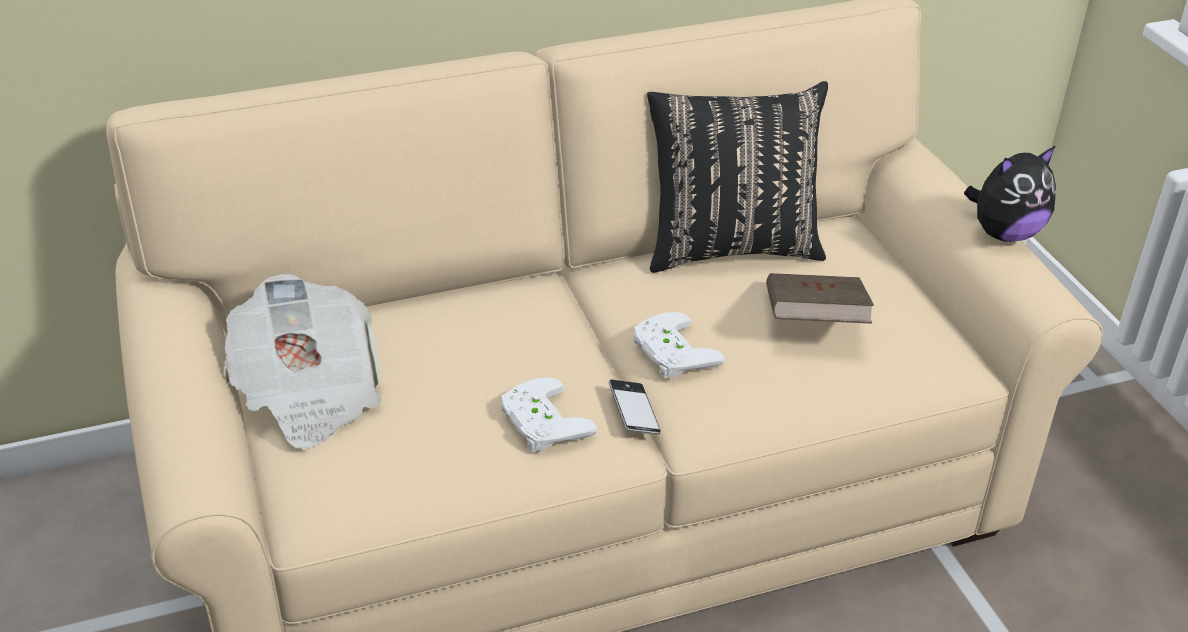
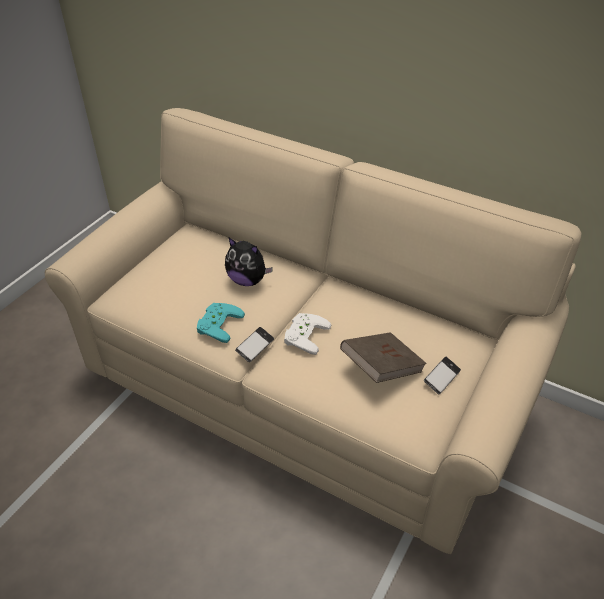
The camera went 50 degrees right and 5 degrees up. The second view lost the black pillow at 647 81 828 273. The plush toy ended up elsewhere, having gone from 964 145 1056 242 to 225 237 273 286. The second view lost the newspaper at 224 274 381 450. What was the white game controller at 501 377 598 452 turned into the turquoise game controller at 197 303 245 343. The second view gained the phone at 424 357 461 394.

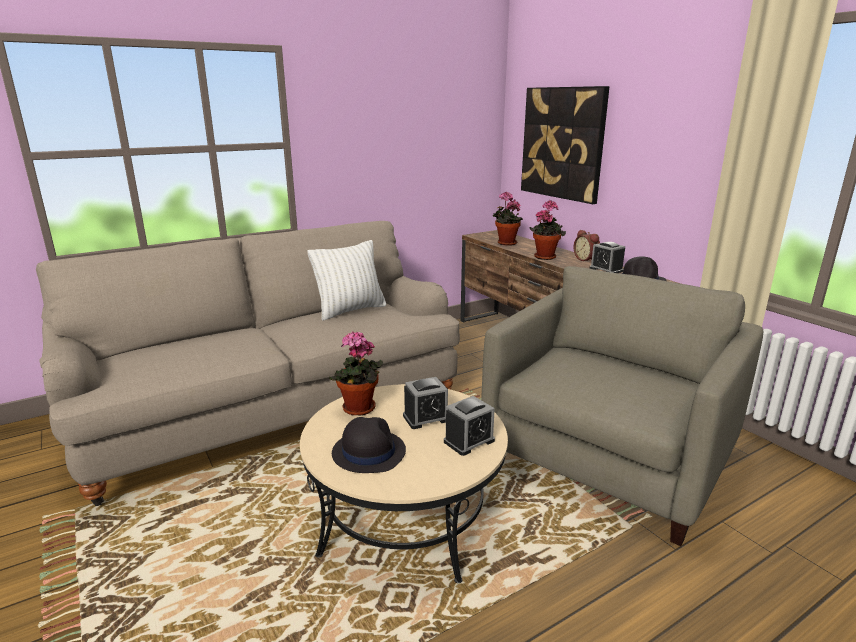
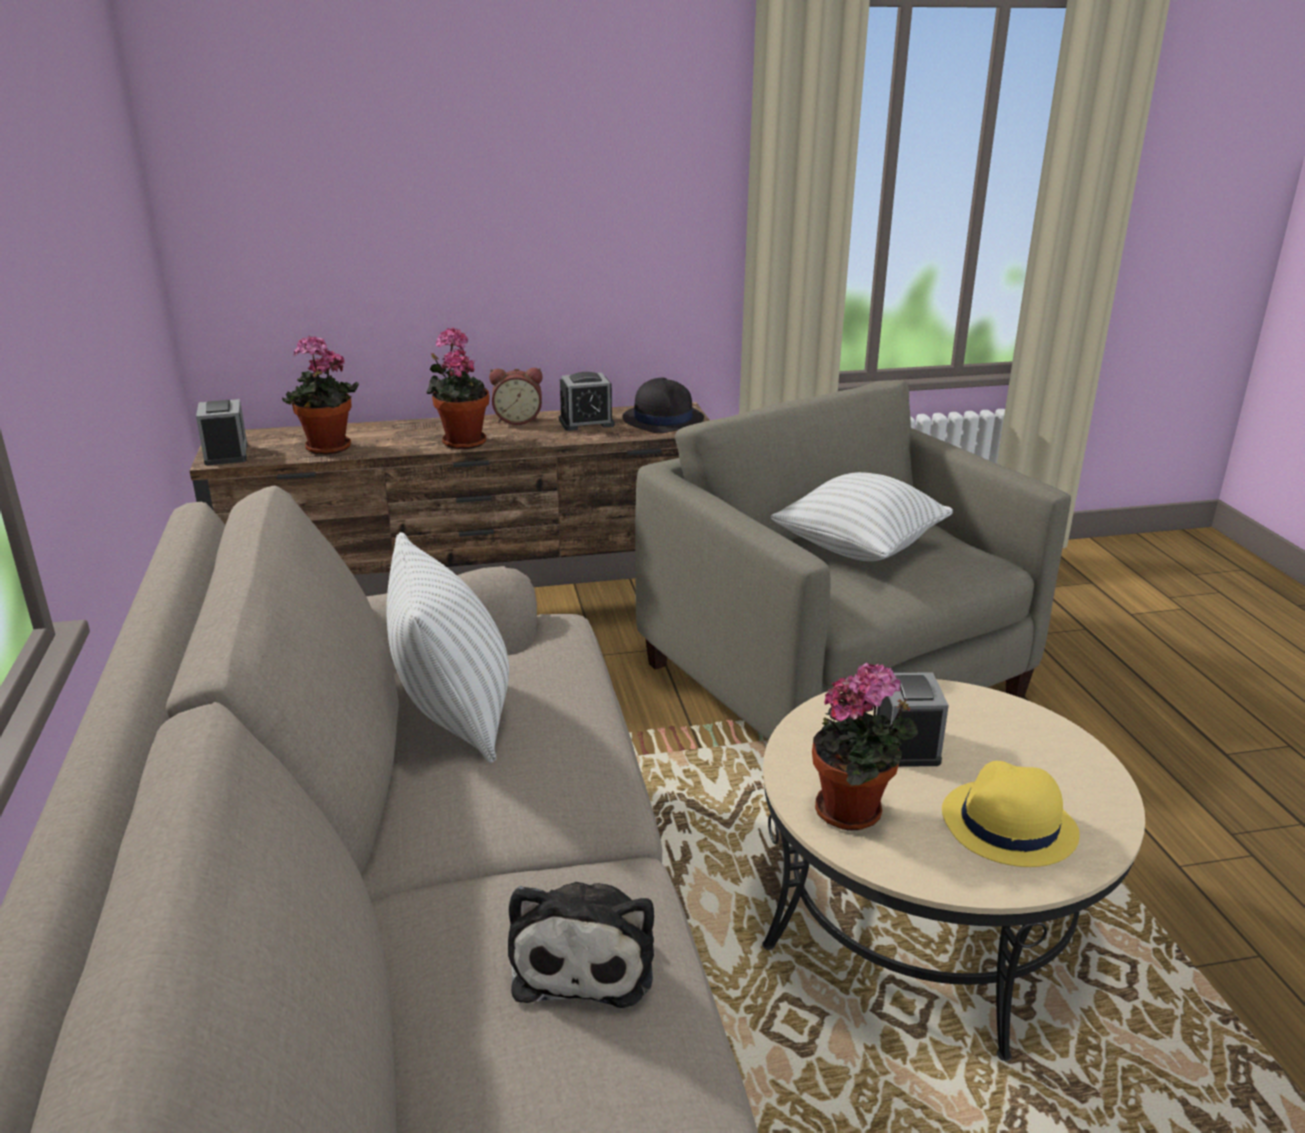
The camera went 70 degrees left and 5 degrees up. The second view lost the picture at 521 86 610 204. The alarm clock ended up elsewhere, having gone from 444 396 495 456 to 196 399 248 465. What was the black hat at 332 417 406 473 turned into the yellow hat at 942 761 1080 867. The second view gained the white pillow at 771 472 953 561. The second view gained the plush toy at 508 882 654 1008.

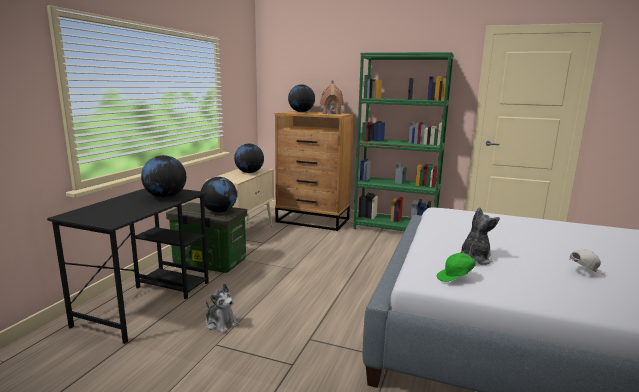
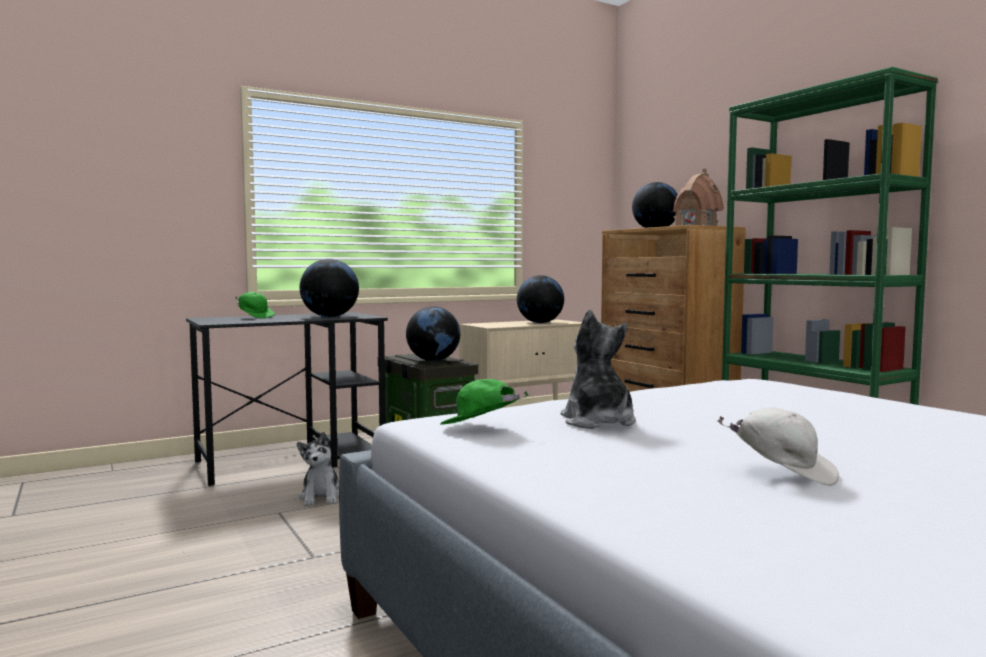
The camera went 40 degrees right and 10 degrees down. The plush toy at 460 207 500 265 ended up facing another way, 90 degrees counterclockwise from before. The second view gained the green cap at 235 292 275 318.

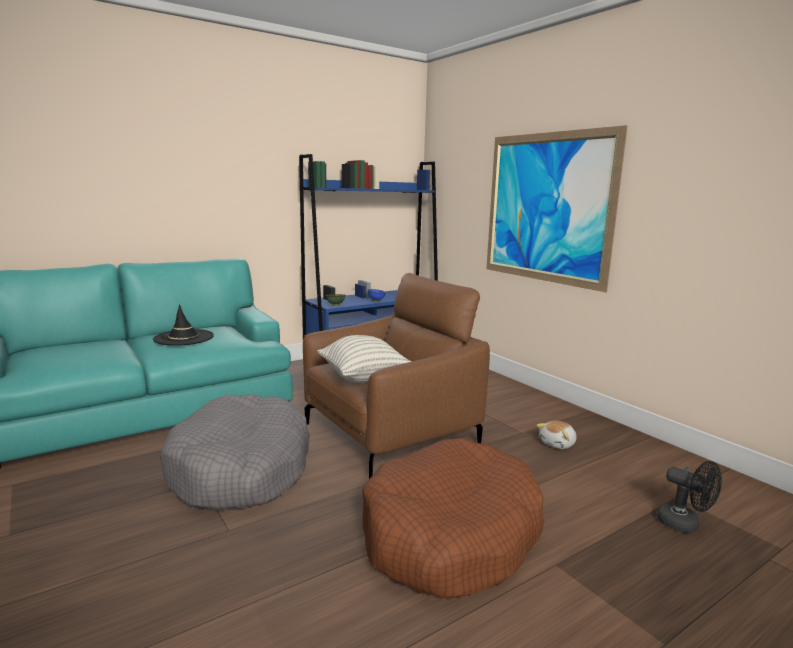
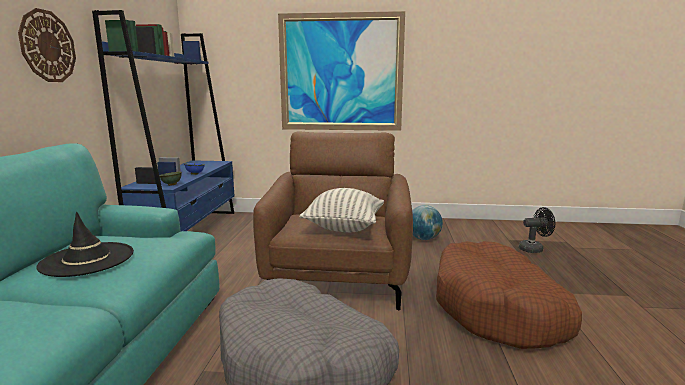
The camera went 50 degrees left and 0 degrees up. Where the plush toy stood at 537 421 576 449, the globe came to stand at 412 205 443 240. The second view gained the wall clock at 18 8 76 82.

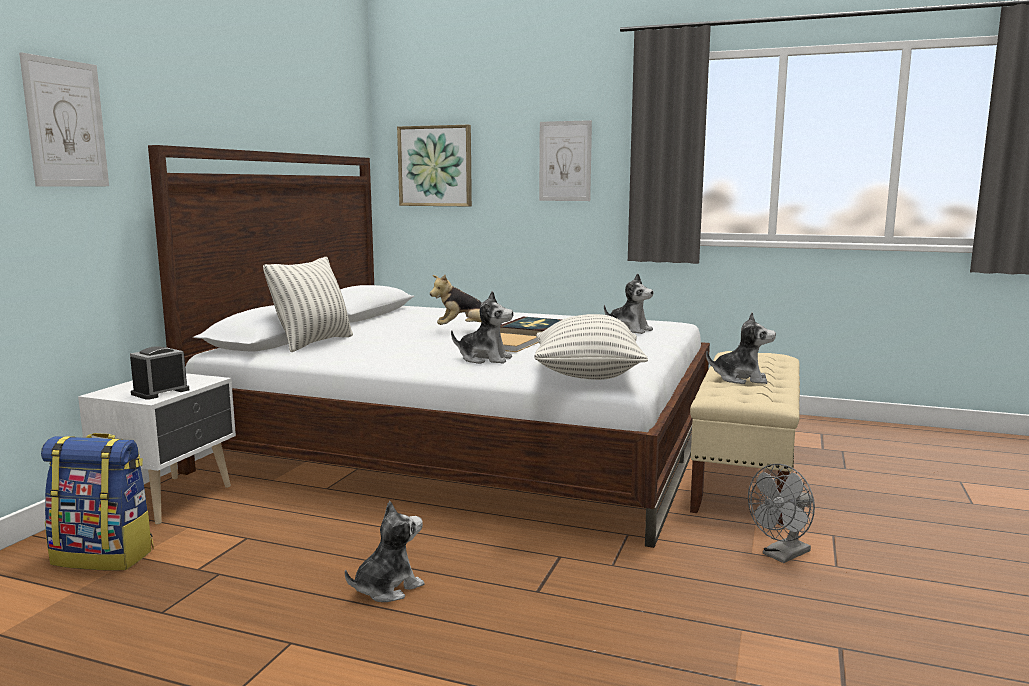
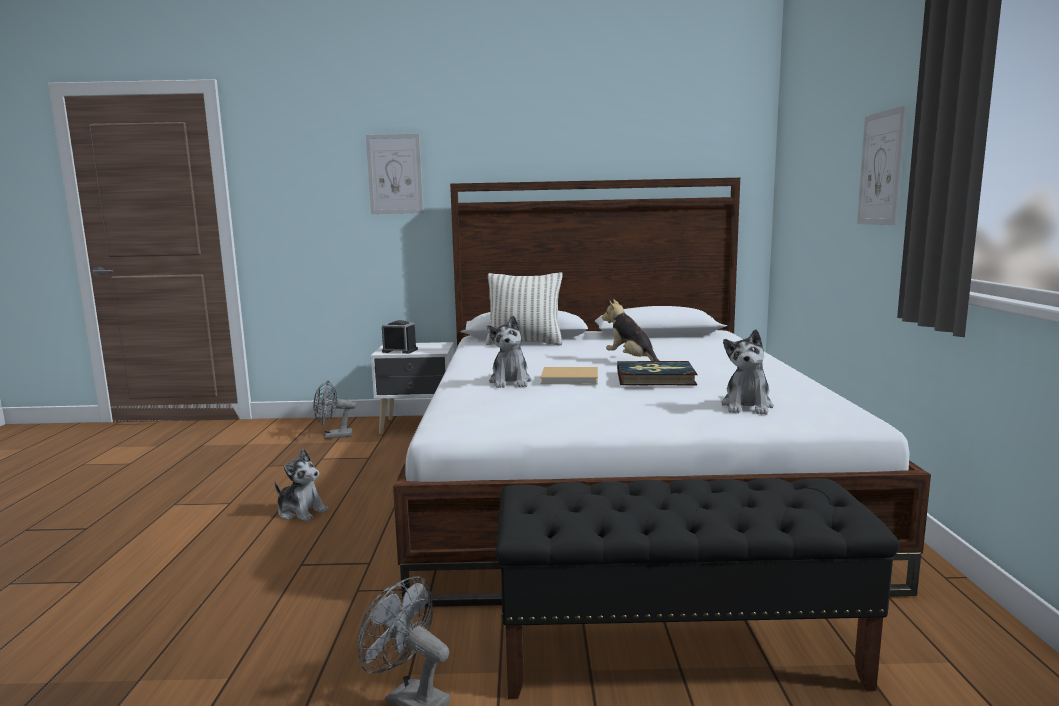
The camera went 70 degrees right and 0 degrees up. The second view lost the picture at 397 125 472 206. The second view lost the plush toy at 706 312 776 384. The second view lost the pillow at 534 314 648 380. What was the beige bench at 690 351 800 525 turned into the black bench at 496 478 899 699. Where the backpack stood at 41 433 154 571, the grey fan came to stand at 313 380 356 439.

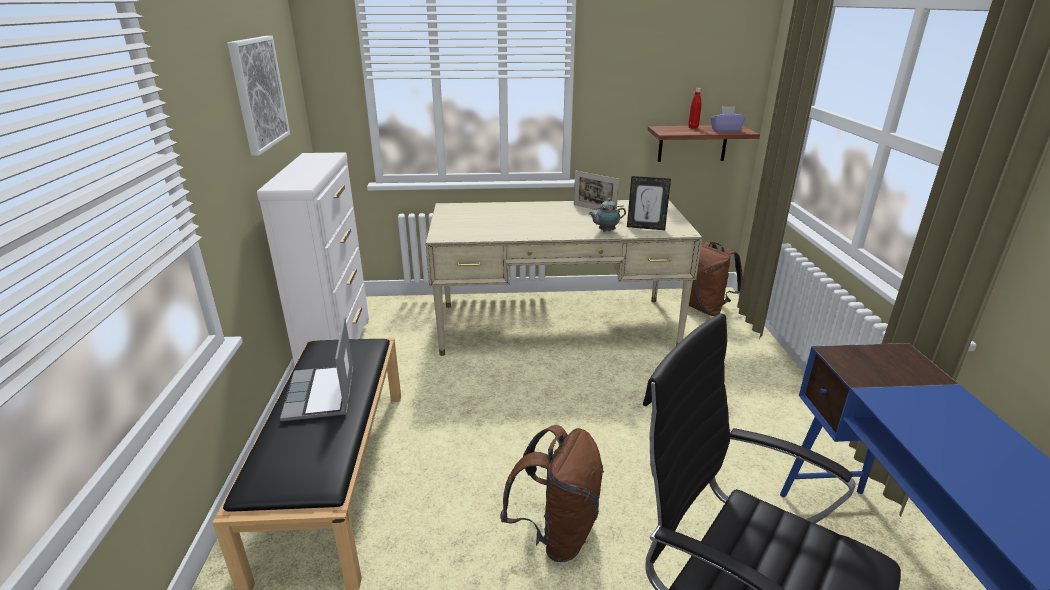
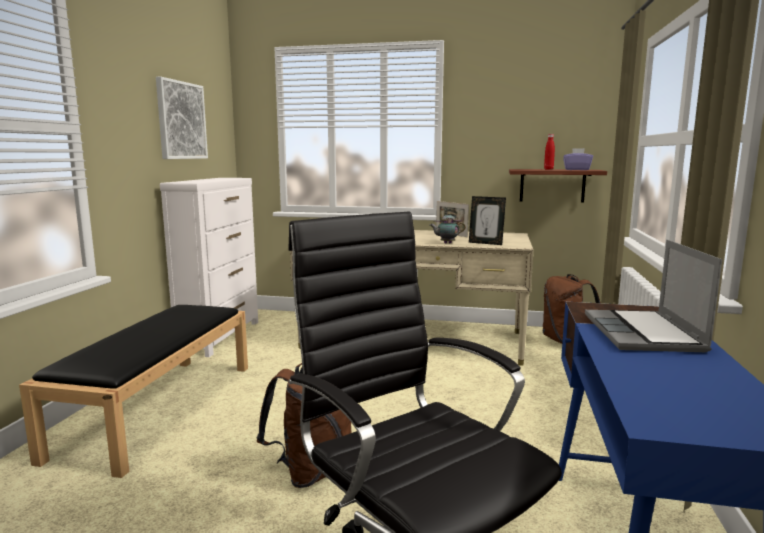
The camera went 15 degrees right and 15 degrees down. The laptop ended up elsewhere, having gone from 280 317 354 421 to 585 240 722 352.

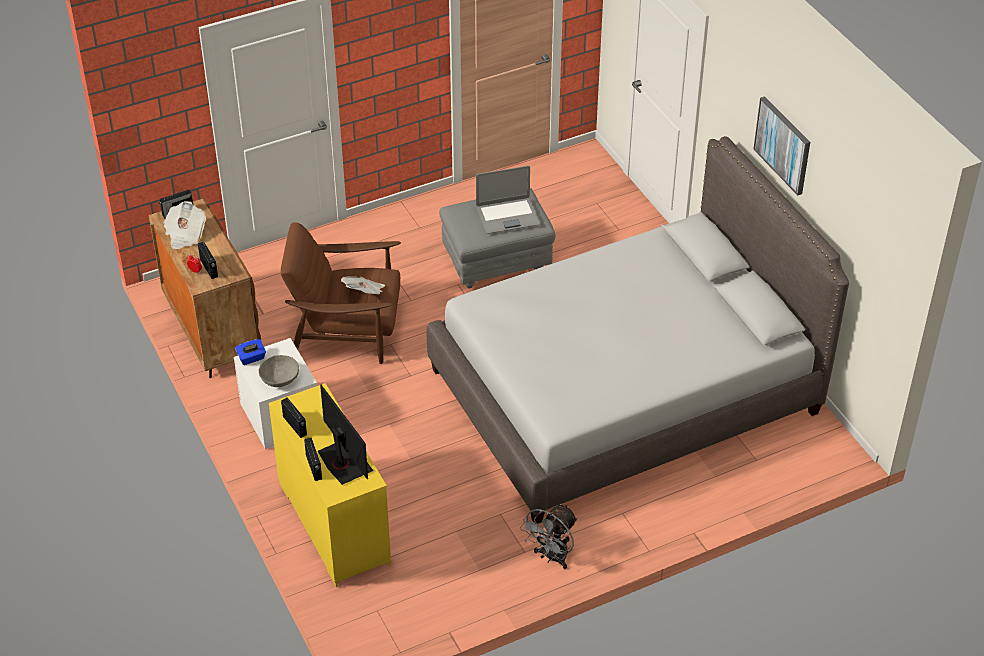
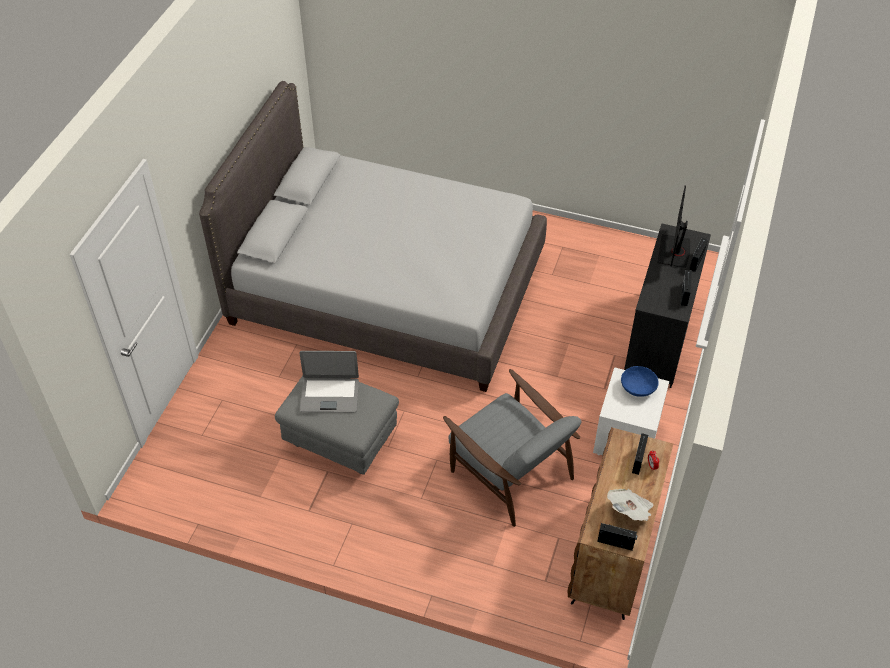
The camera went 135 degrees left and 5 degrees up. The second view lost the picture at 753 96 810 196. The laptop at 476 166 540 234 ended up facing another way, 150 degrees clockwise from before. What was the brown armchair at 281 222 401 364 turned into the grey armchair at 443 369 582 527. The second view lost the newspaper at 341 277 385 294. The second view lost the blue tissue box at 235 339 266 365. What was the grey bowl at 259 355 299 387 turned into the blue bowl at 621 366 659 397. What was the yellow dresser at 269 383 391 587 turned into the black dresser at 624 224 711 388. The second view lost the grey fan at 520 504 577 569.

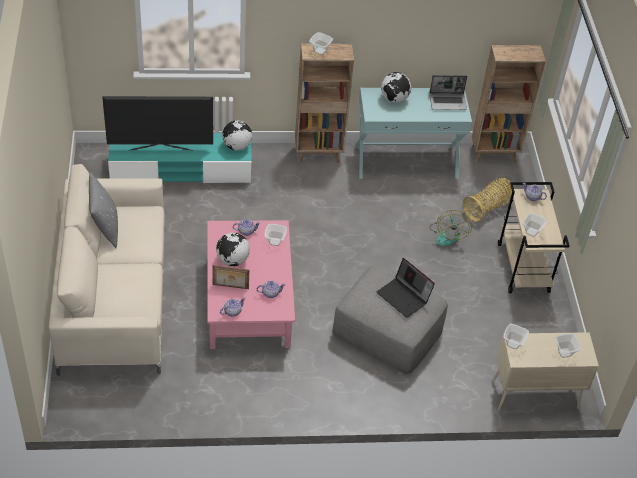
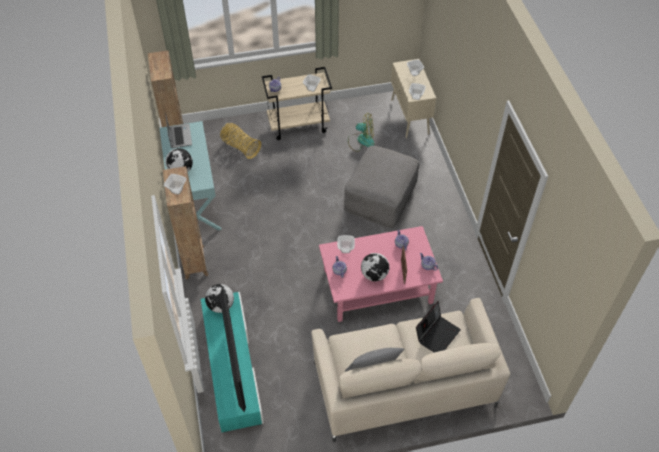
The camera went 95 degrees left and 5 degrees up. The fan ended up elsewhere, having gone from 429 210 472 246 to 348 113 374 152. The laptop ended up elsewhere, having gone from 377 258 435 318 to 416 301 461 353.

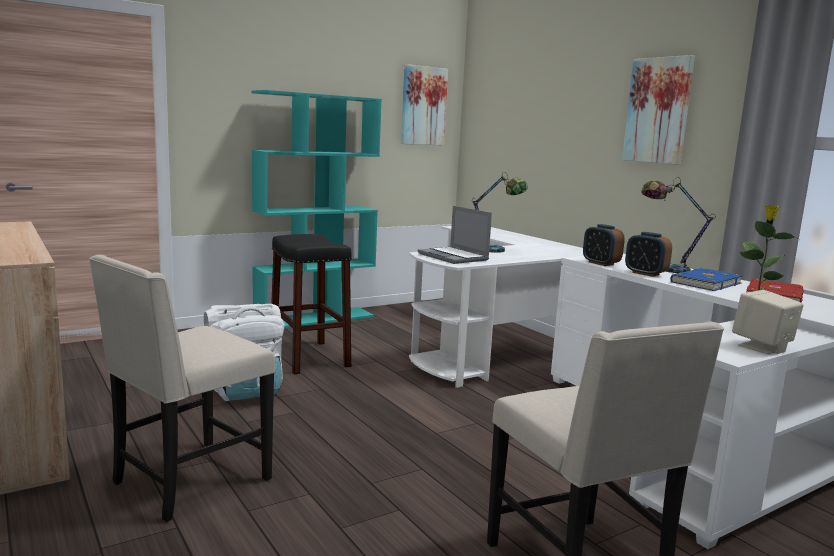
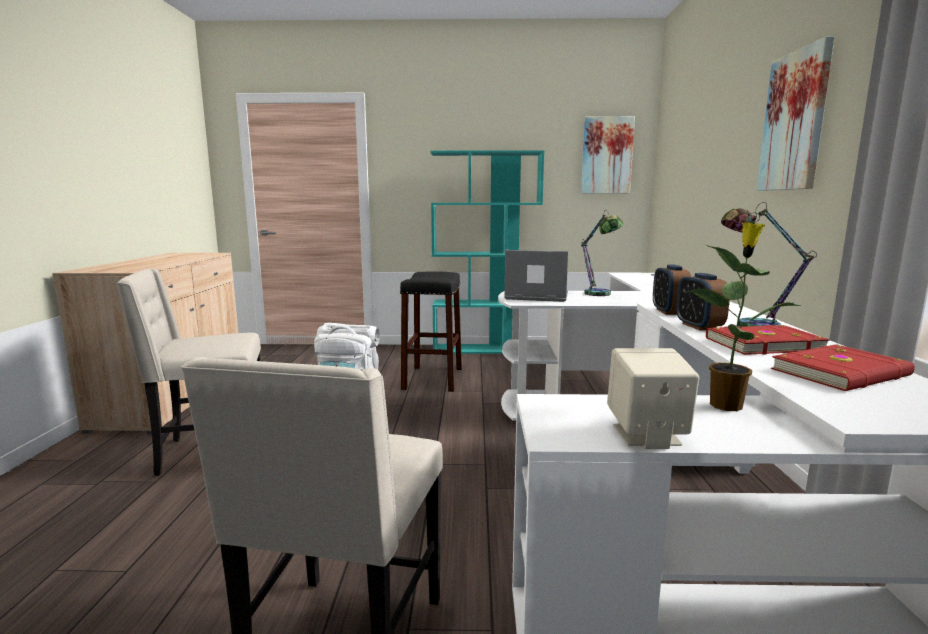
The camera went 35 degrees right and 0 degrees up. The laptop at 418 206 492 264 ended up facing another way, 105 degrees clockwise from before. What was the blue book at 670 268 742 291 turned into the red book at 706 325 830 355.

